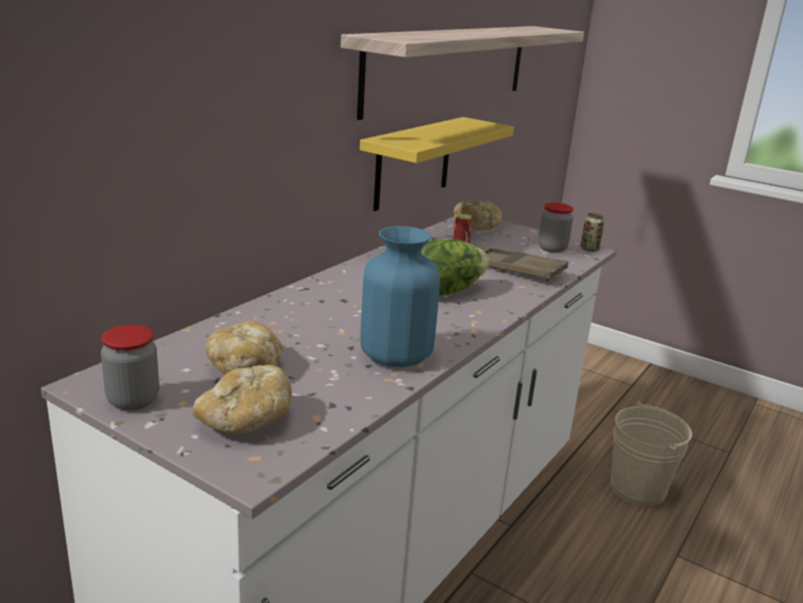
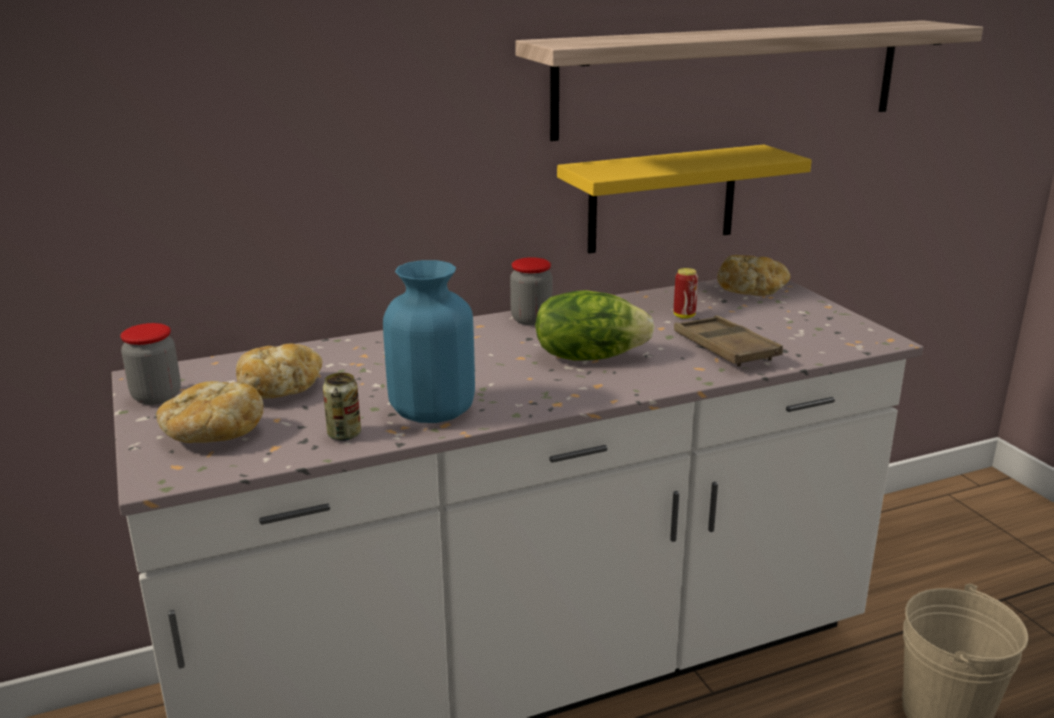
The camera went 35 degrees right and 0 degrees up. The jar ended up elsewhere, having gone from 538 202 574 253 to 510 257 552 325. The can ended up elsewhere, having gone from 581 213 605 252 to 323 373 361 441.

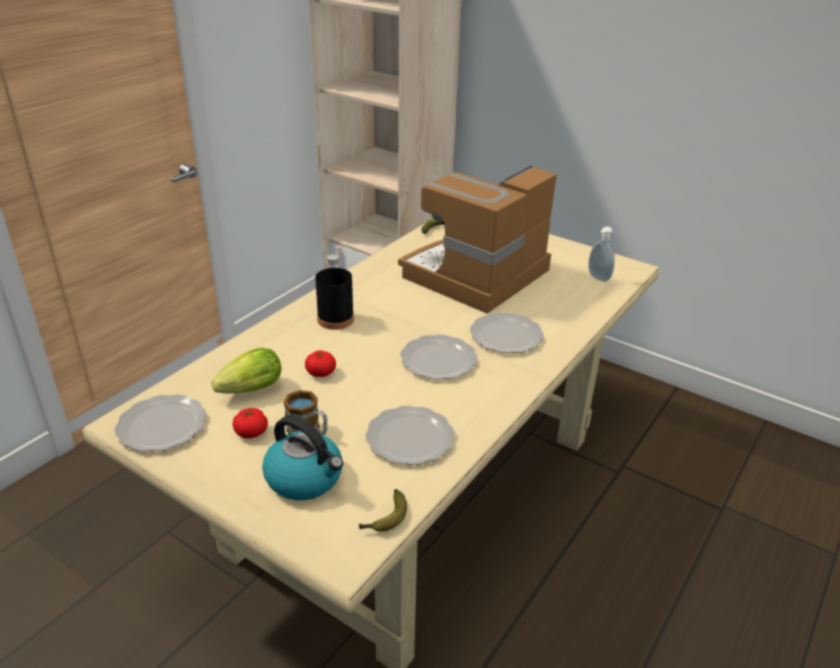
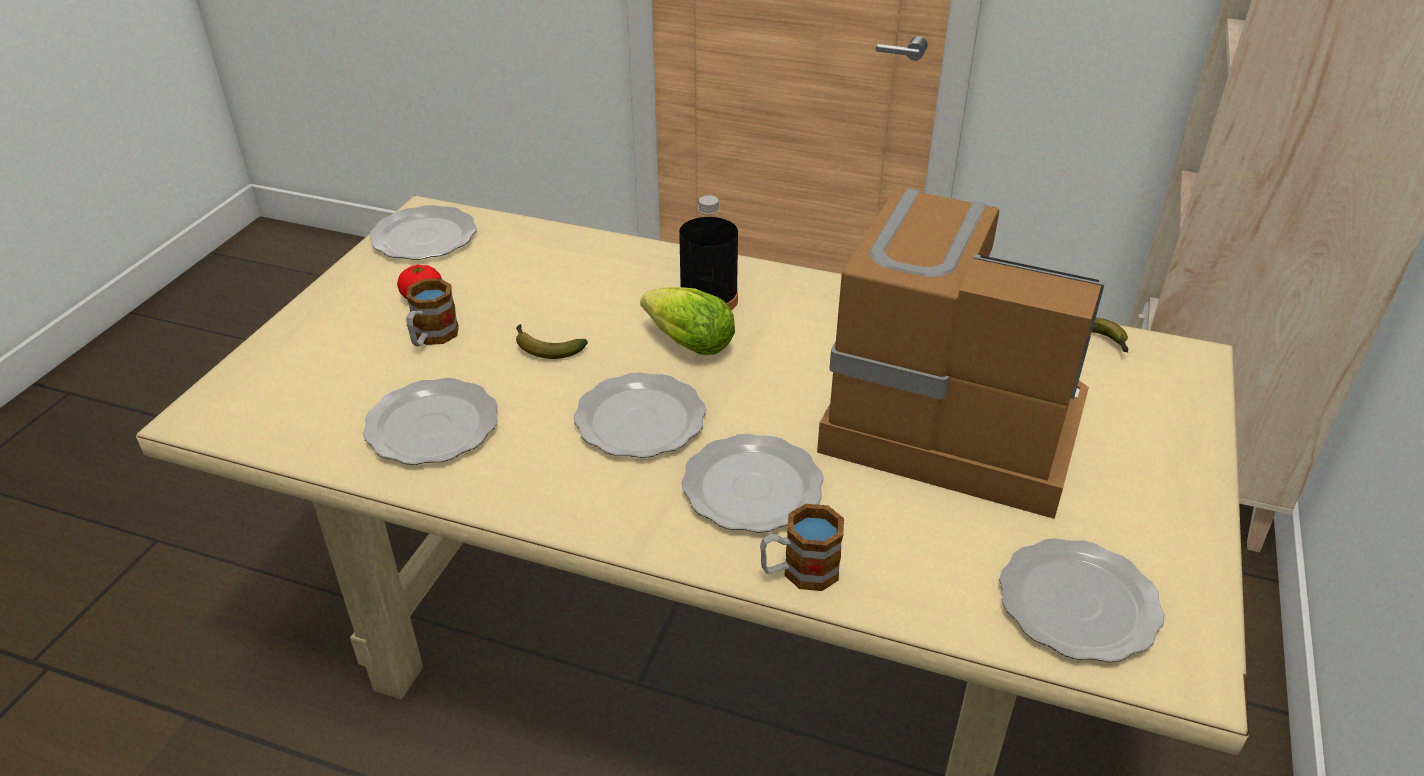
The camera went 75 degrees right and 5 degrees up. Where the soap dispenser stood at 589 227 615 282, the plate came to stand at 999 538 1165 662. The lettuce ended up elsewhere, having gone from 211 348 281 394 to 640 287 735 355. The second view lost the tomato at 305 350 336 377. The second view lost the kettle at 262 415 343 500. The banana ended up elsewhere, having gone from 359 489 407 532 to 516 324 588 359. The second view gained the mug at 760 504 844 591.

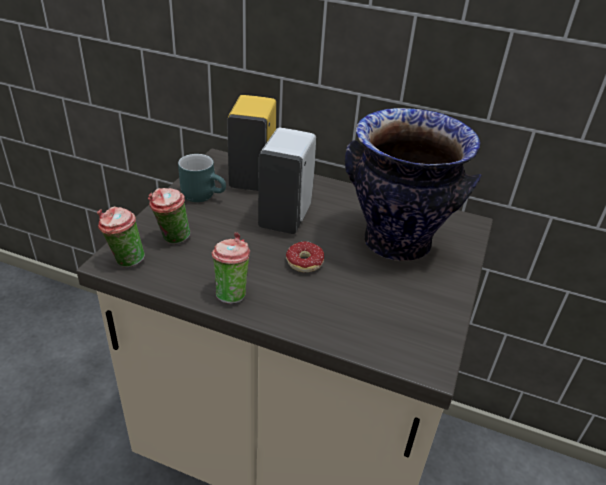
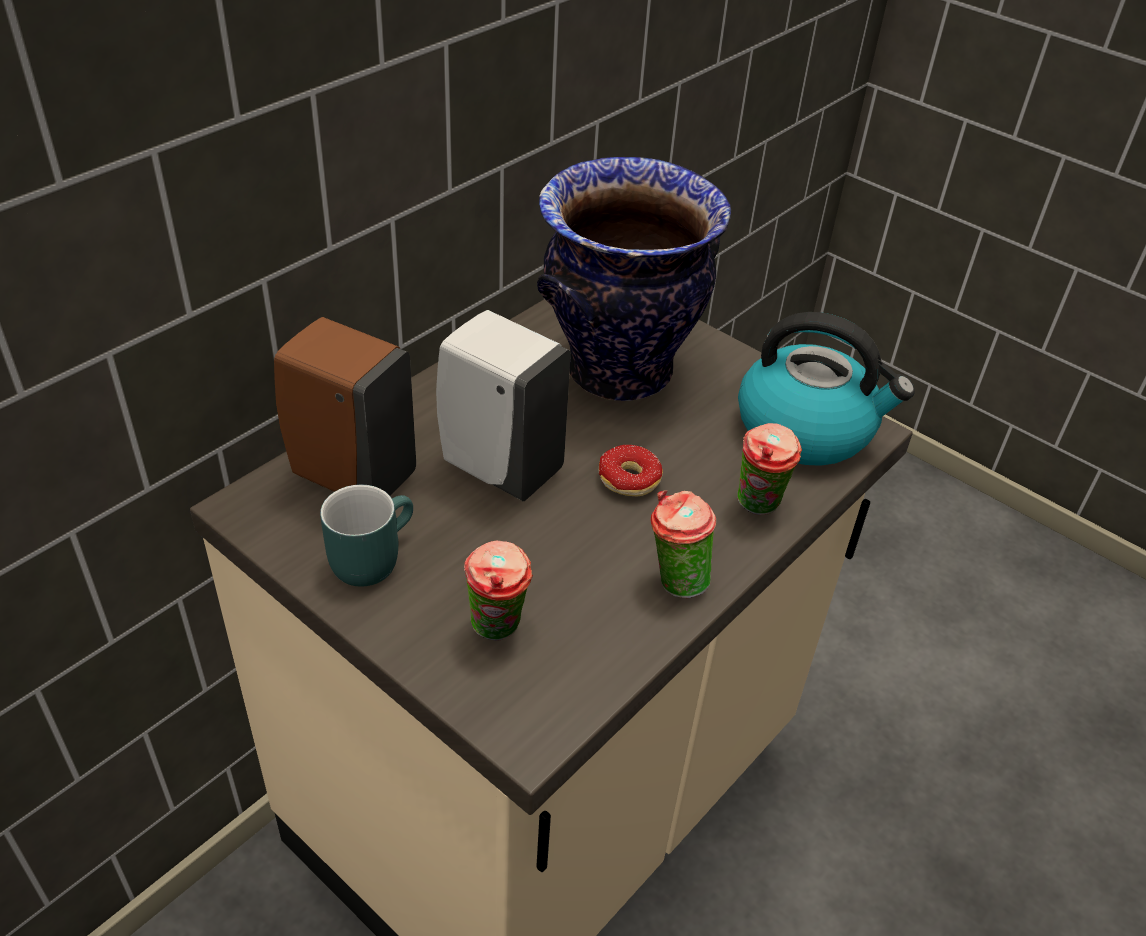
The camera went 70 degrees left and 5 degrees up. What was the yellow soap dispenser at 227 95 276 191 turned into the brown soap dispenser at 274 317 416 496. The cup ended up elsewhere, having gone from 97 206 145 268 to 737 423 802 515. The second view gained the kettle at 738 312 915 466.

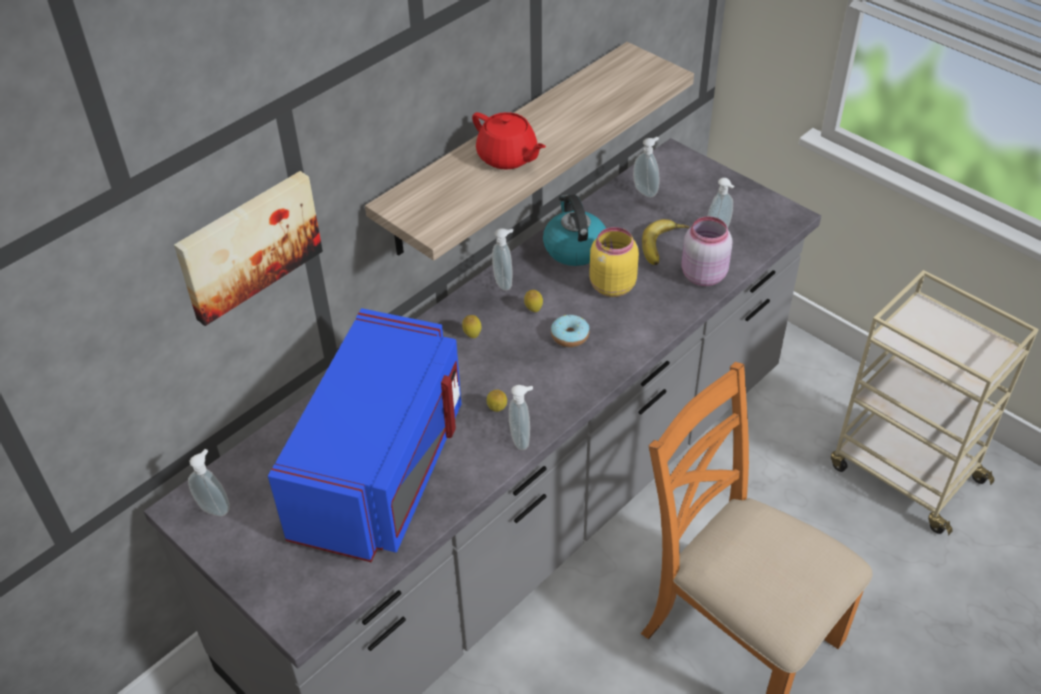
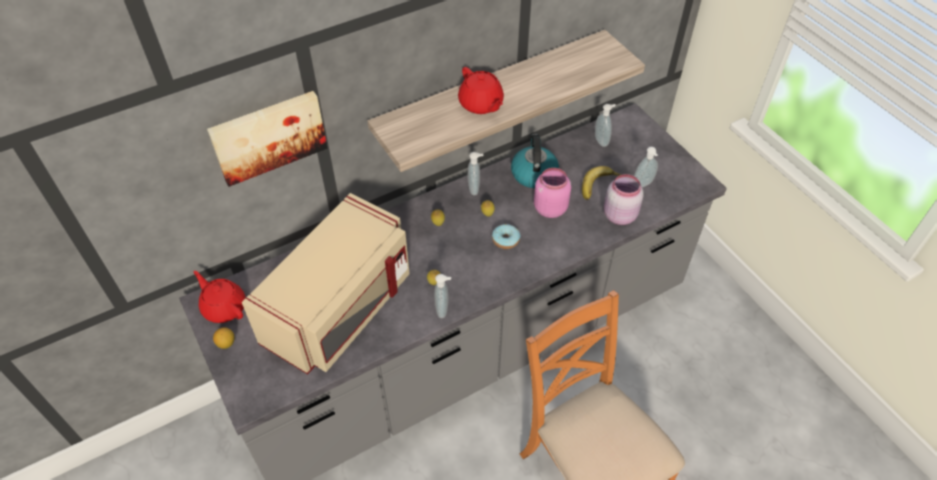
The camera went 15 degrees right and 5 degrees up. What was the yellow jar at 589 227 639 297 turned into the pink jar at 534 168 571 218. The second view lost the beige cart at 831 270 1039 535. What was the blue microwave at 268 308 461 562 turned into the beige microwave at 242 193 410 374. Where the soap dispenser stood at 188 449 230 516, the red teapot came to stand at 194 271 246 323. The second view gained the lemon at 213 327 235 349.

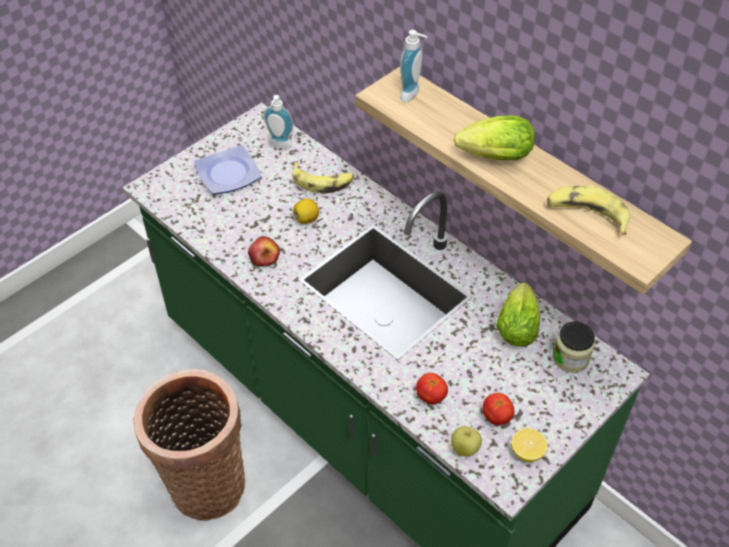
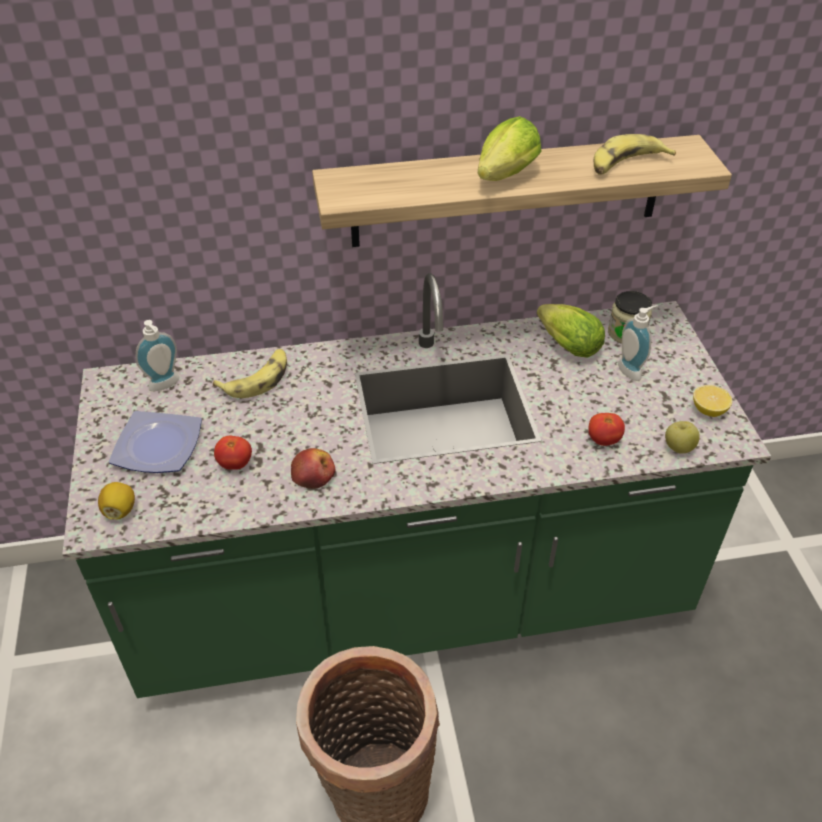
The camera went 55 degrees left and 5 degrees down. The soap dispenser ended up elsewhere, having gone from 400 30 428 102 to 618 305 658 381. The lemon ended up elsewhere, having gone from 293 198 319 224 to 98 482 135 519. The tomato ended up elsewhere, having gone from 483 393 514 425 to 214 436 252 470.

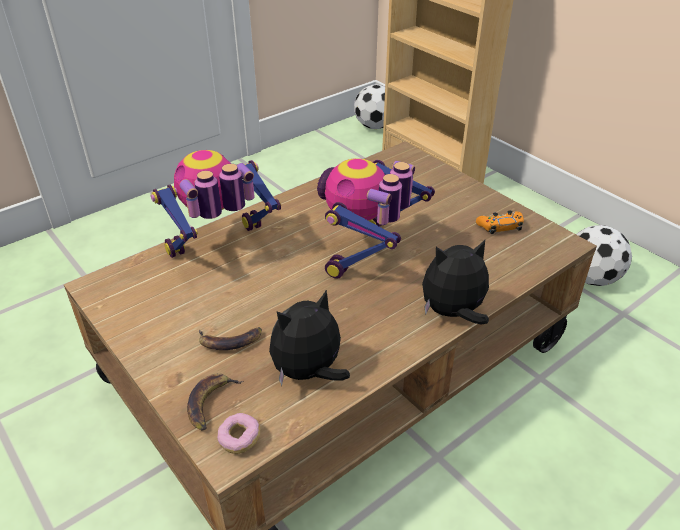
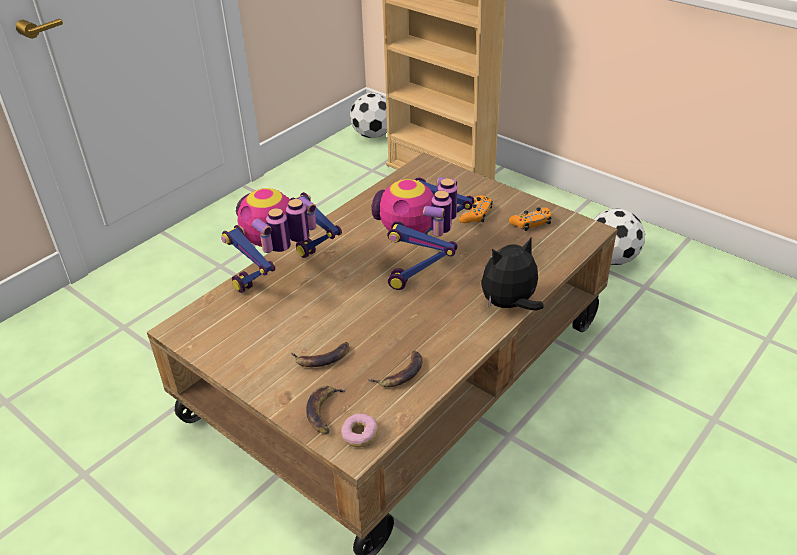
The camera went 10 degrees left and 0 degrees up. Where the plush toy stood at 269 290 350 386, the banana came to stand at 369 350 423 387. The second view gained the orange game controller at 459 195 493 223.

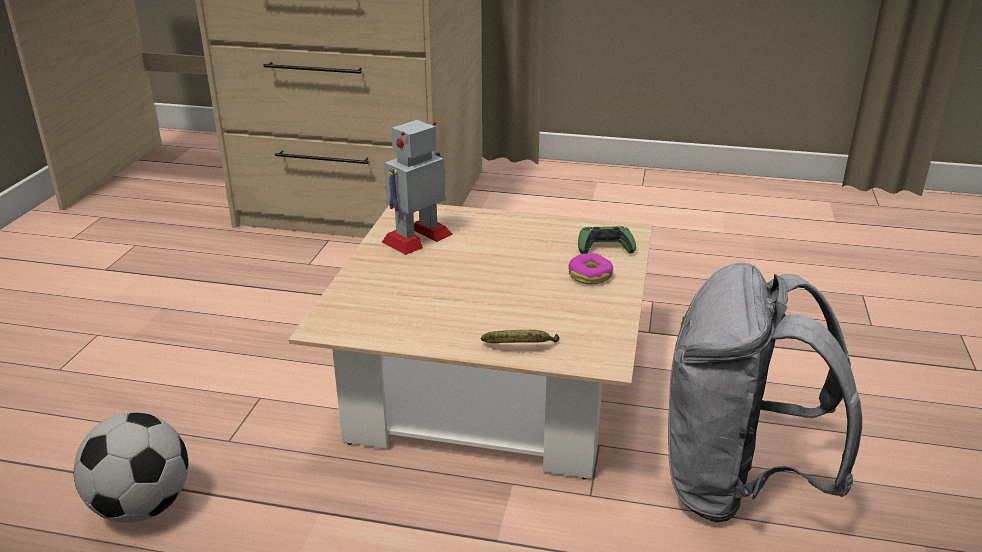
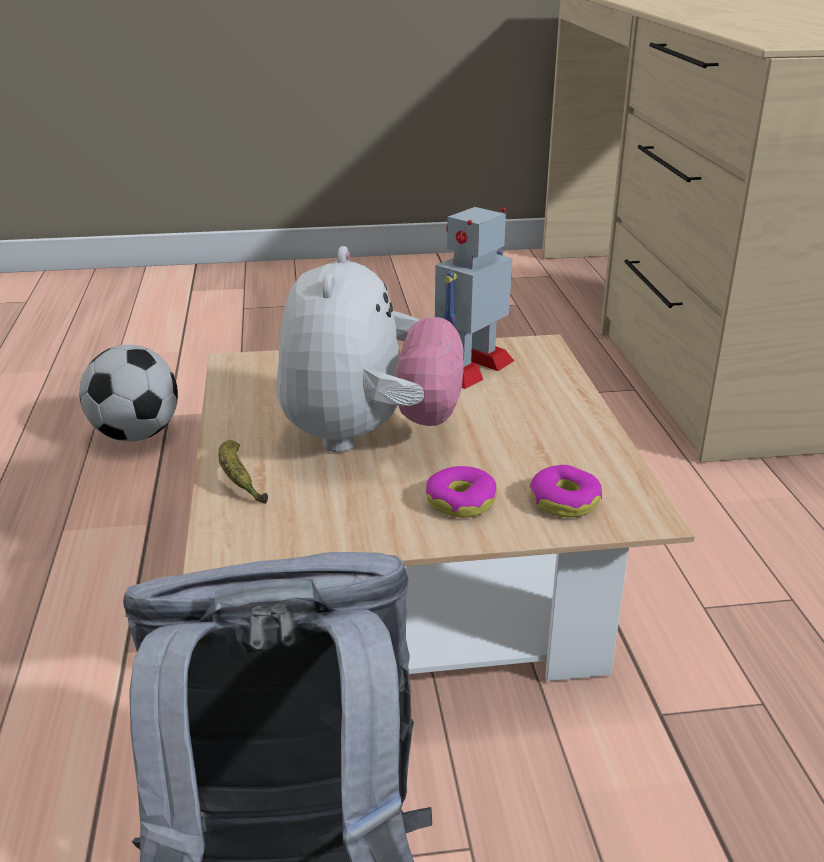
The camera went 70 degrees right and 0 degrees up. The toy robot at 381 120 453 255 ended up facing another way, 75 degrees counterclockwise from before. Where the green game controller stood at 578 226 636 254, the donut came to stand at 530 465 602 517. The second view gained the plush toy at 276 246 464 452.

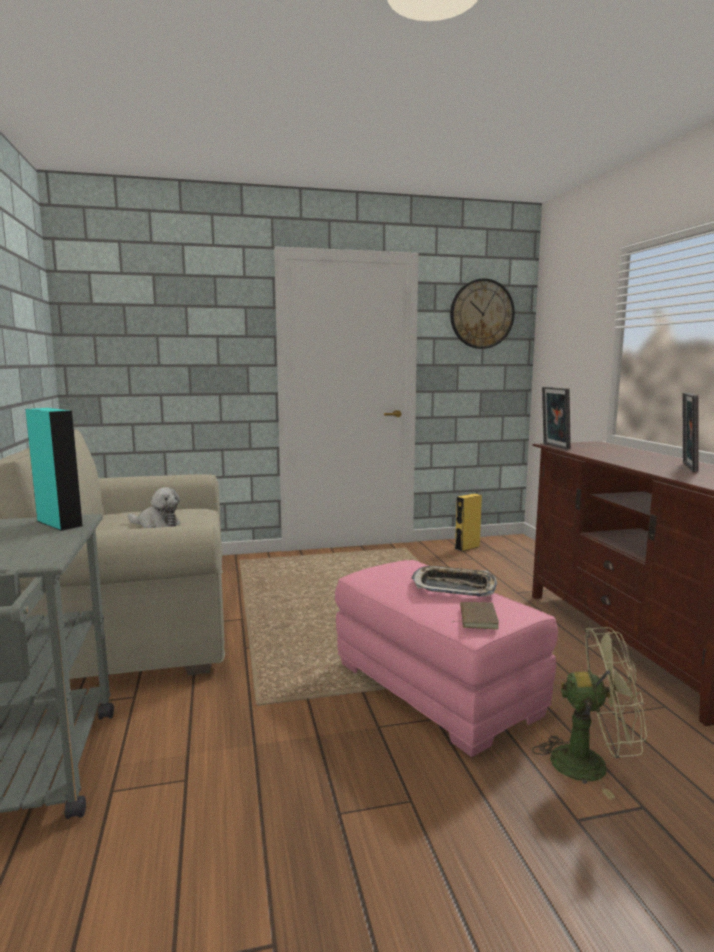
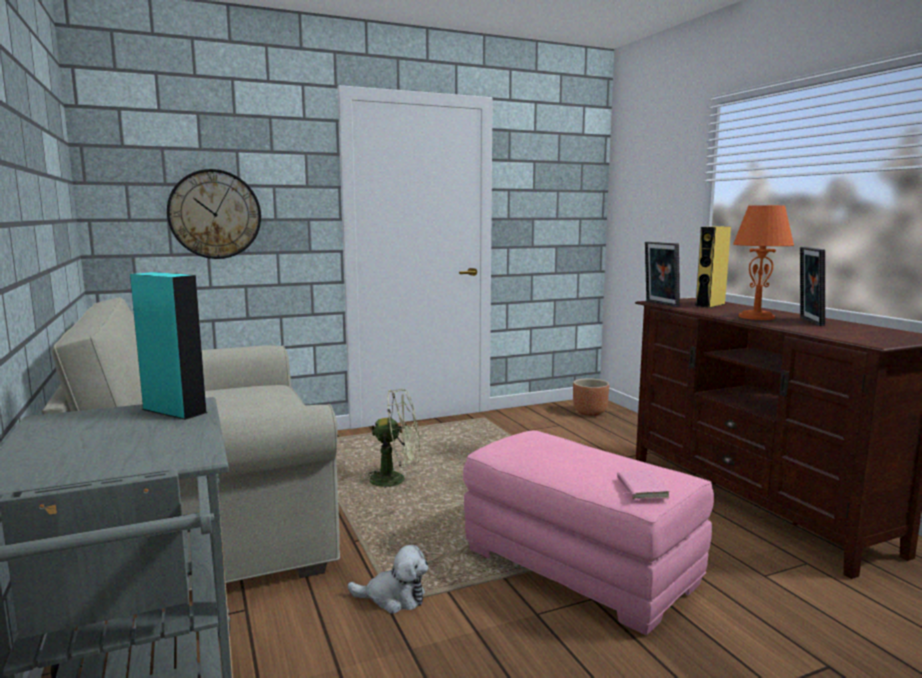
The camera went 10 degrees left and 0 degrees up. The wall clock ended up elsewhere, having gone from 450 278 515 349 to 167 169 261 259. The plush toy ended up elsewhere, having gone from 128 487 181 528 to 347 545 428 614. The yellow speaker ended up elsewhere, having gone from 455 493 482 551 to 695 226 731 308. The second view lost the tray at 411 566 497 597. What was the brown book at 451 602 499 630 turned into the pink book at 617 470 669 499. The green fan ended up elsewhere, having gone from 532 627 647 799 to 360 389 420 492. The second view gained the orange table lamp at 733 205 794 320. The second view gained the brown planter at 573 378 609 416.

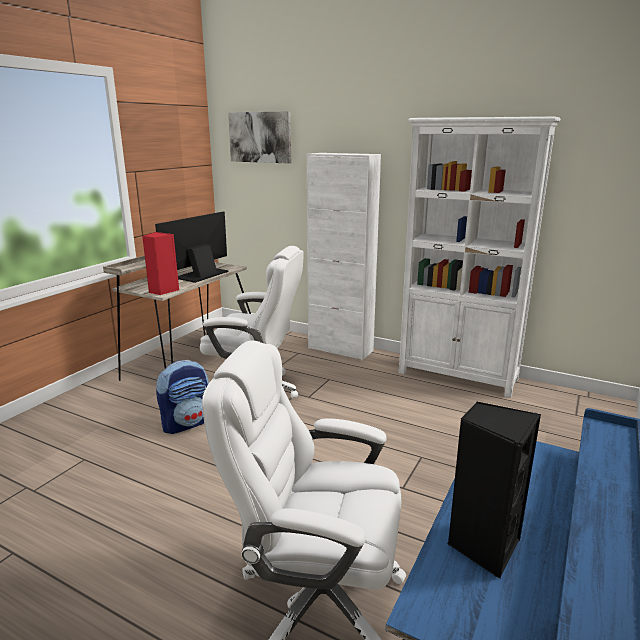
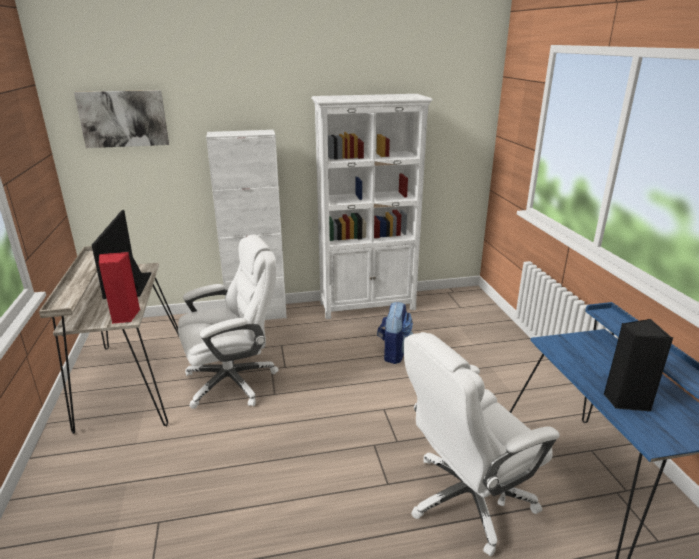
The camera went 40 degrees left and 5 degrees up. The backpack ended up elsewhere, having gone from 156 360 209 434 to 377 302 413 364.

